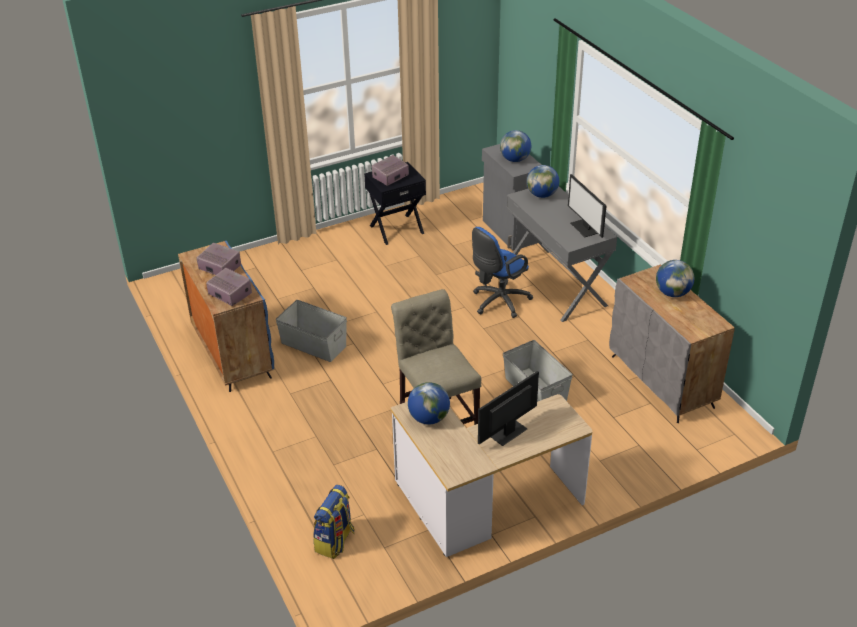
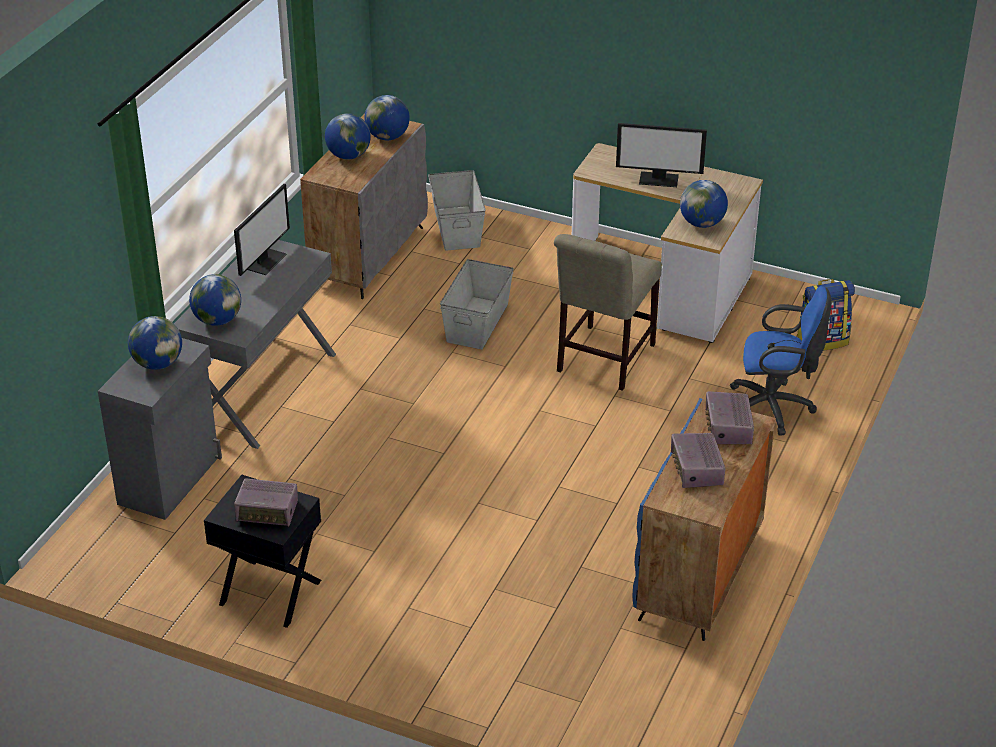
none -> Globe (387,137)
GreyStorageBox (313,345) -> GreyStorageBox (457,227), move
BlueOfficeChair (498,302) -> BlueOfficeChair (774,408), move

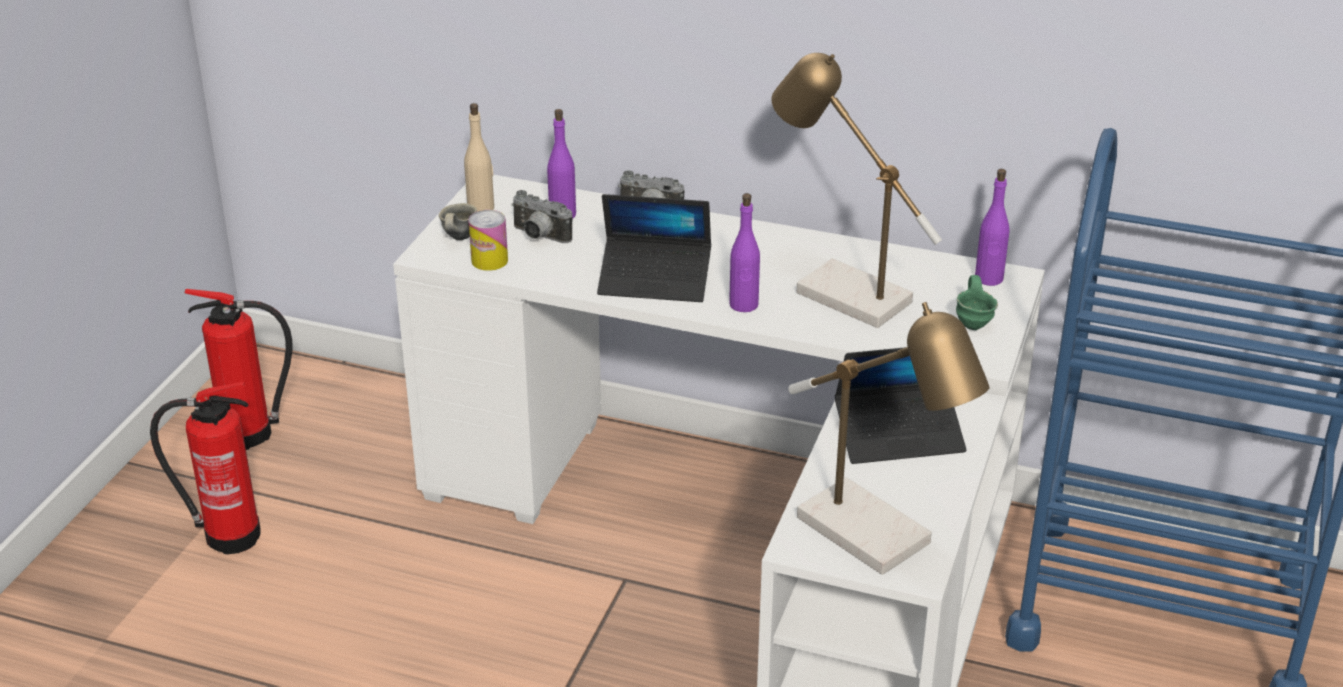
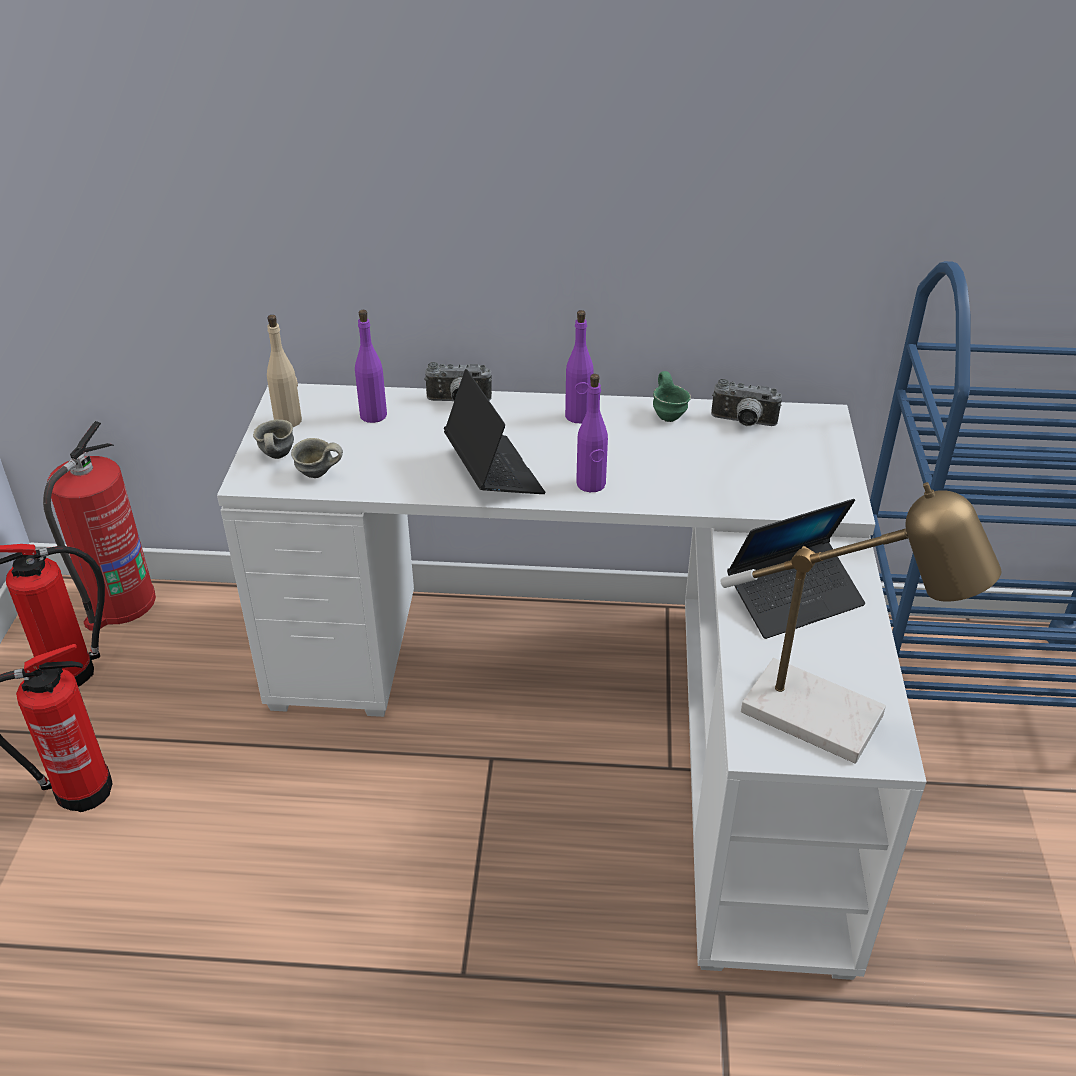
none -> FireExtinguisher (119,603)
Can (489,261) -> GreyMug (318,476)
Laptop (655,280) -> Laptop (493,472), 105 degrees counterclockwise
PurpleBottle (989,278) -> PurpleBottle (578,416), move
GreenMug (975,323) -> GreenMug (670,415), move
PhotoCamera (538,237) -> PhotoCamera (743,423), move
TableLamp (839,293) -> none

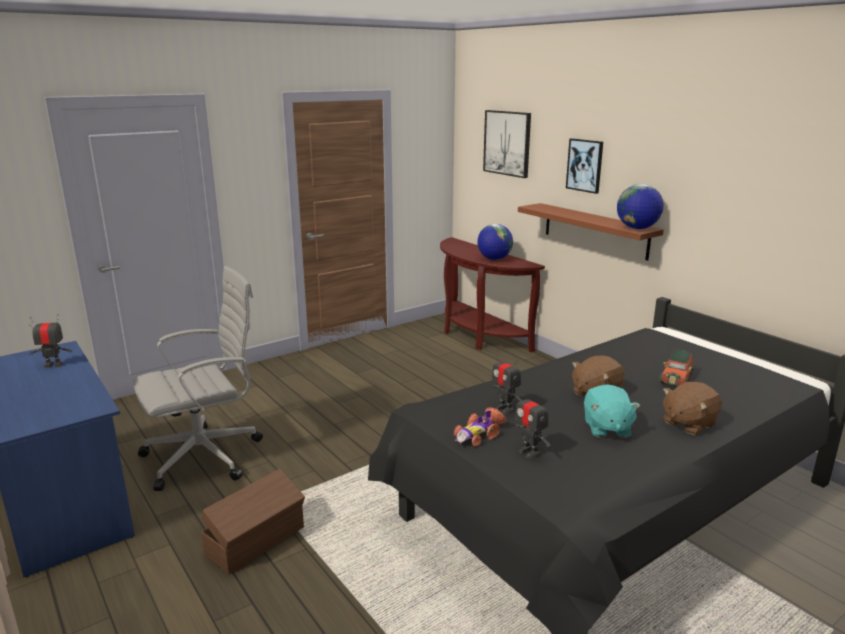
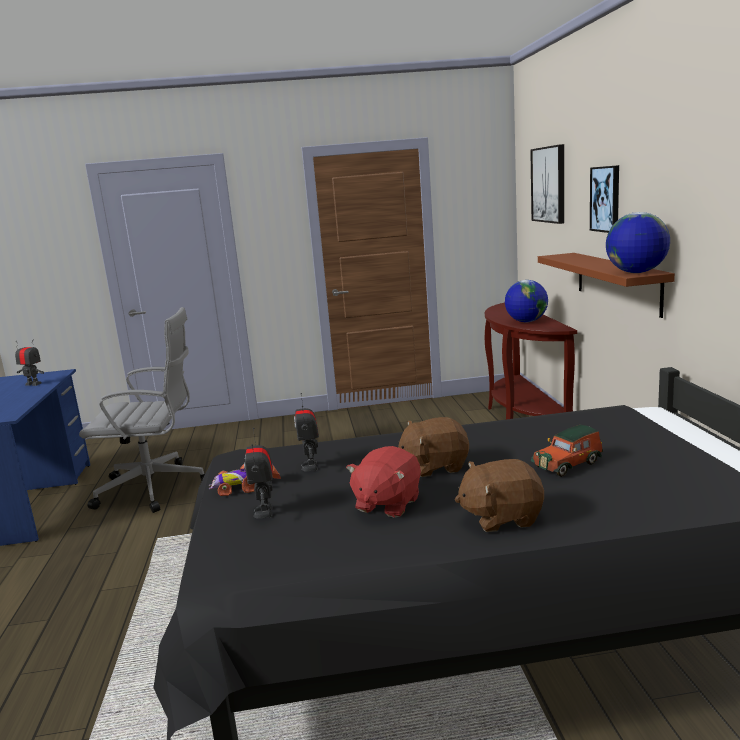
TurquoisePlushToy (606,428) -> RedPlushToy (387,504)
BrownStorageBox (257,541) -> none

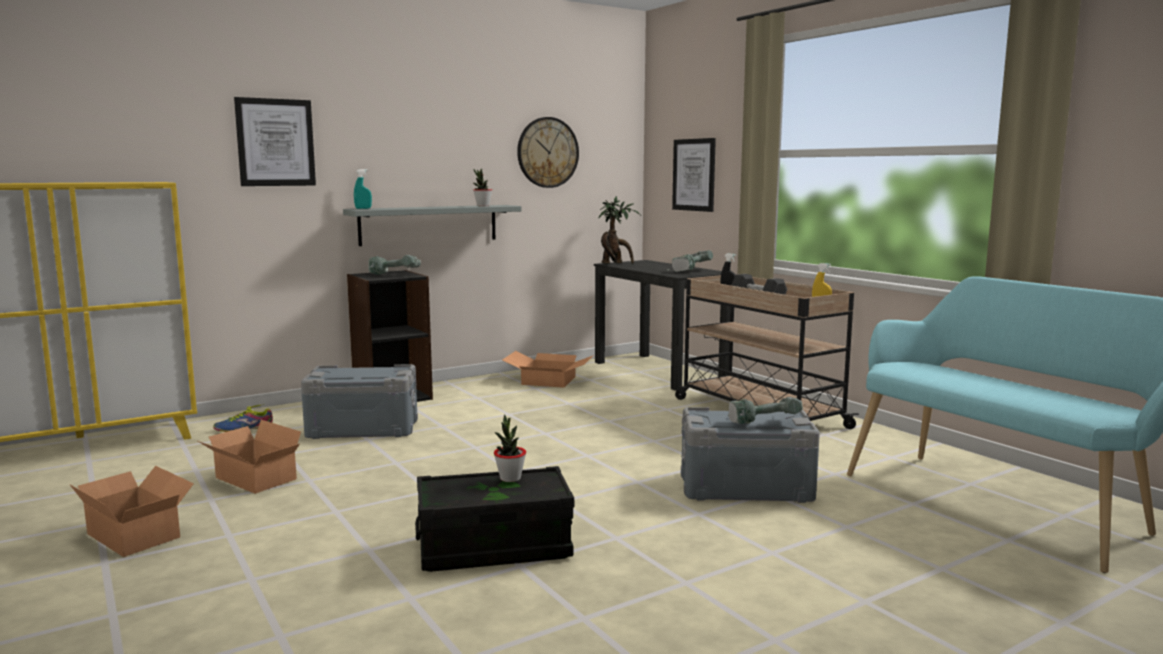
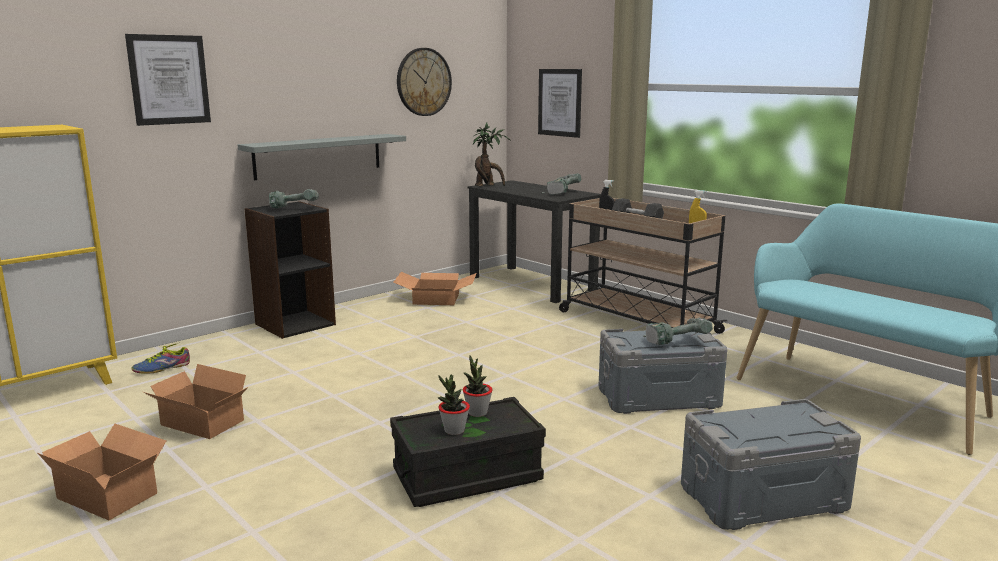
PottedPlant (483,206) -> PottedPlant (454,430), move
GreyStorageBox (363,429) -> GreyStorageBox (764,498), move
TurquoiseSprayBottle (363,208) -> none

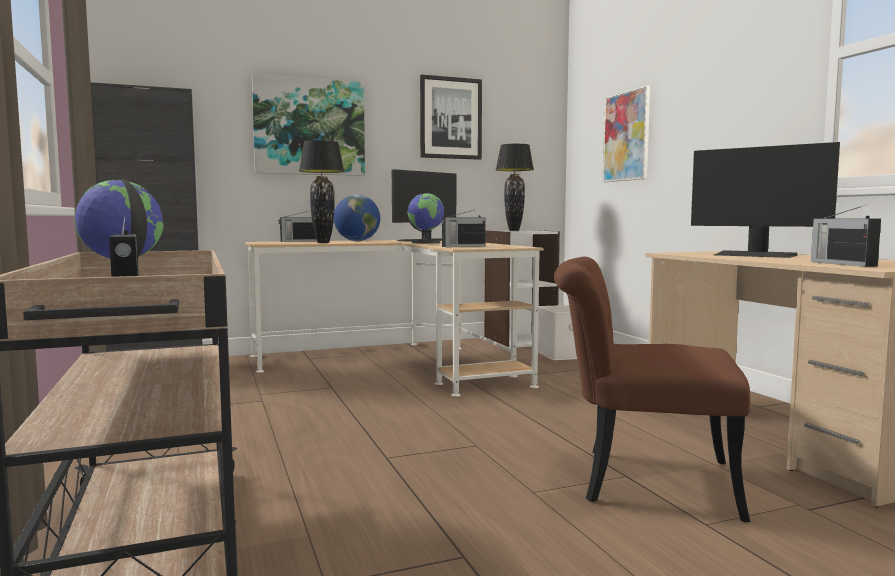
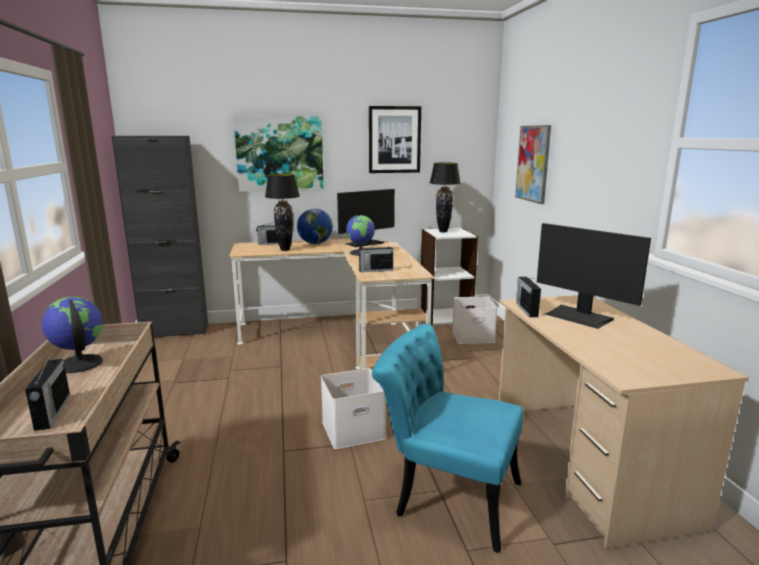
none -> WhiteStorageBox (354,429)
BrownChair (639,480) -> TurquoiseChair (446,495)
Radio (841,264) -> Radio (526,309), move

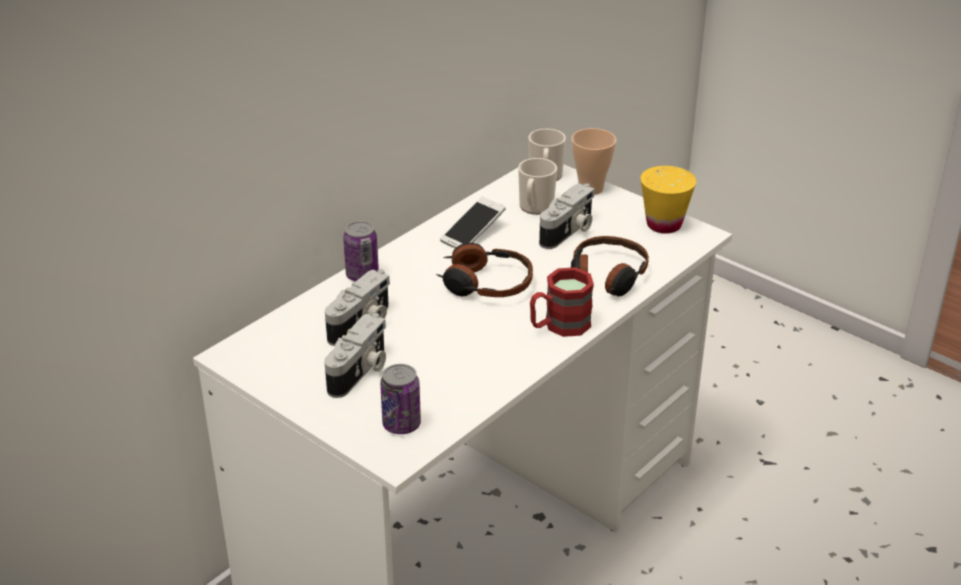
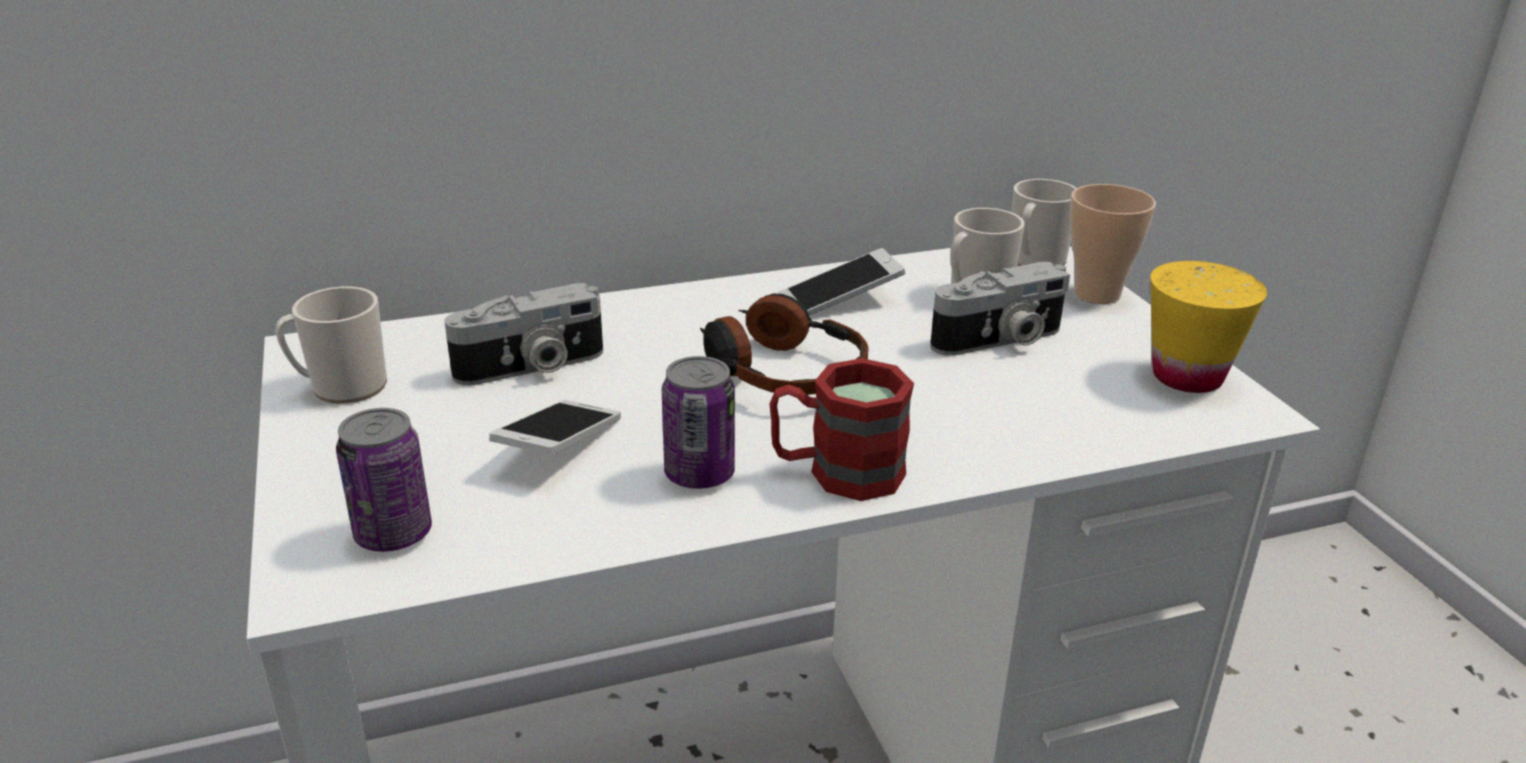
none -> Mug (341,387)
none -> Phone (559,446)
Can (362,275) -> Can (699,474), move
PhotoCamera (360,372) -> none
Headphones (606,277) -> none

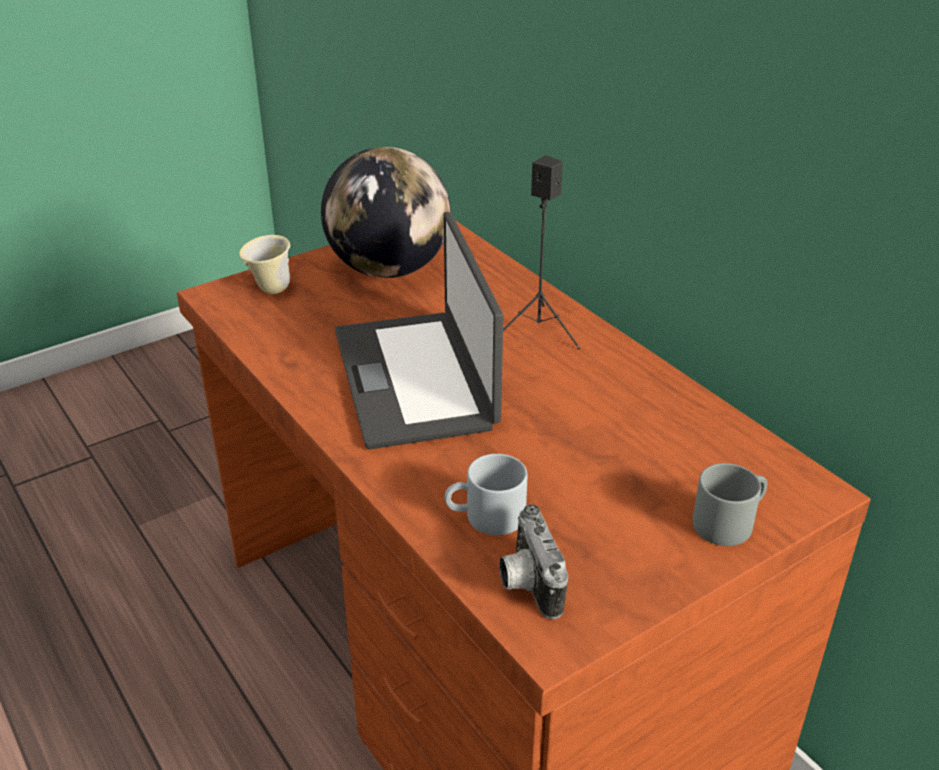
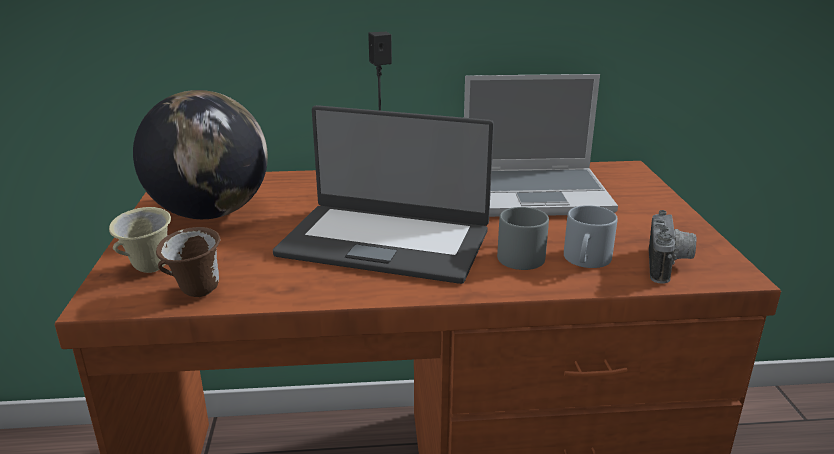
none -> BrownMug (196,294)
none -> Laptop (535,194)
GreyMug (729,521) -> GreyMug (518,254), move
PhotoCamera (526,583) -> PhotoCamera (669,266), 90 degrees counterclockwise

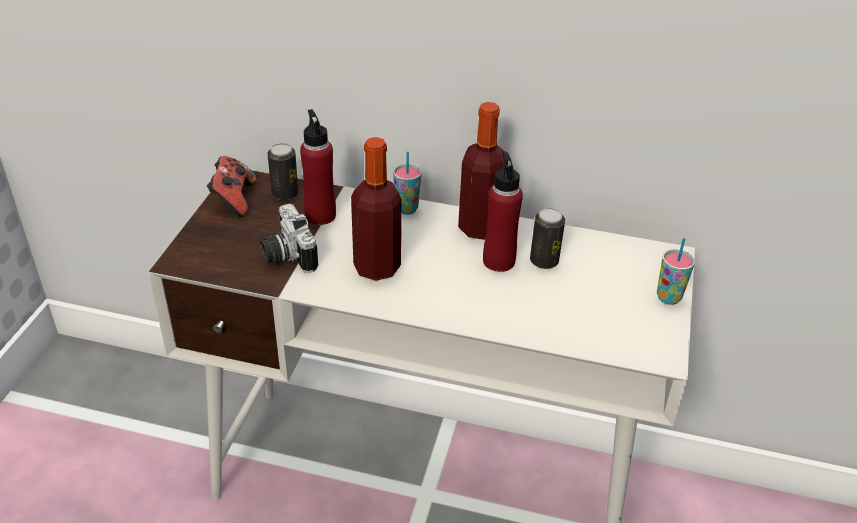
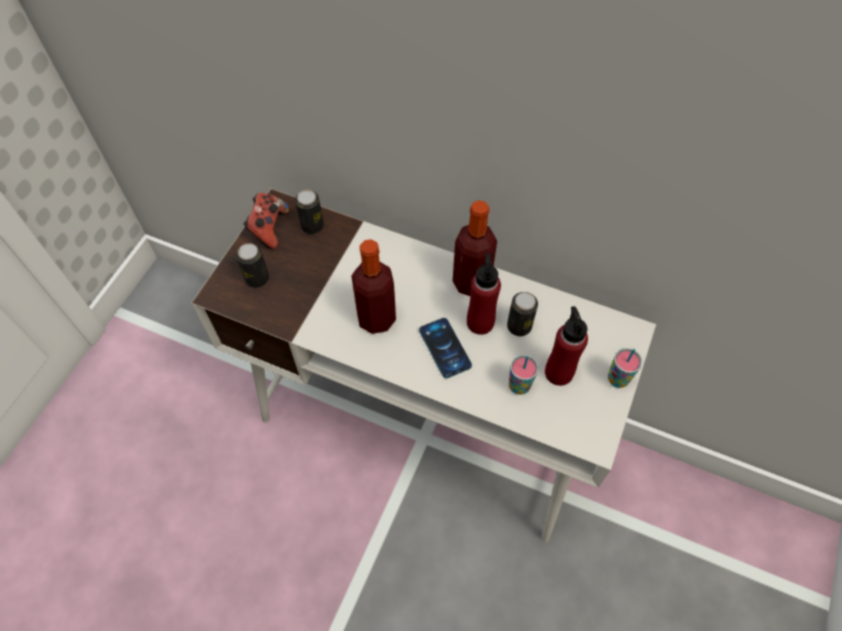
none -> Can (257,278)
none -> Phone (445,348)
Cup (406,209) -> Cup (519,386), move
RedBottle (320,215) -> RedBottle (559,372), move
PhotoCamera (286,255) -> none

